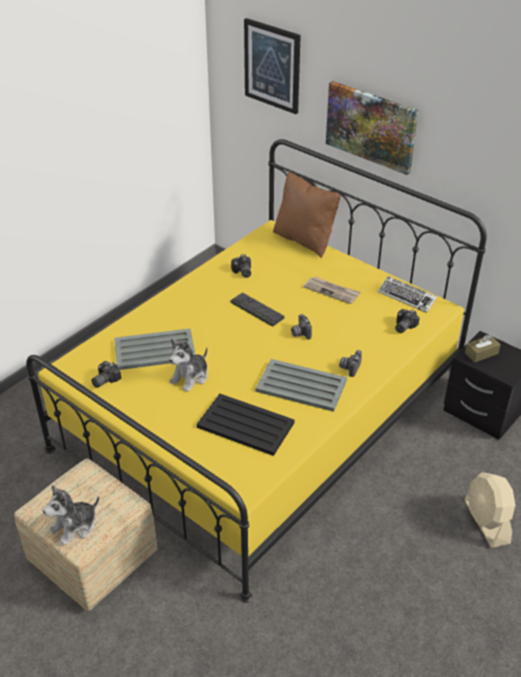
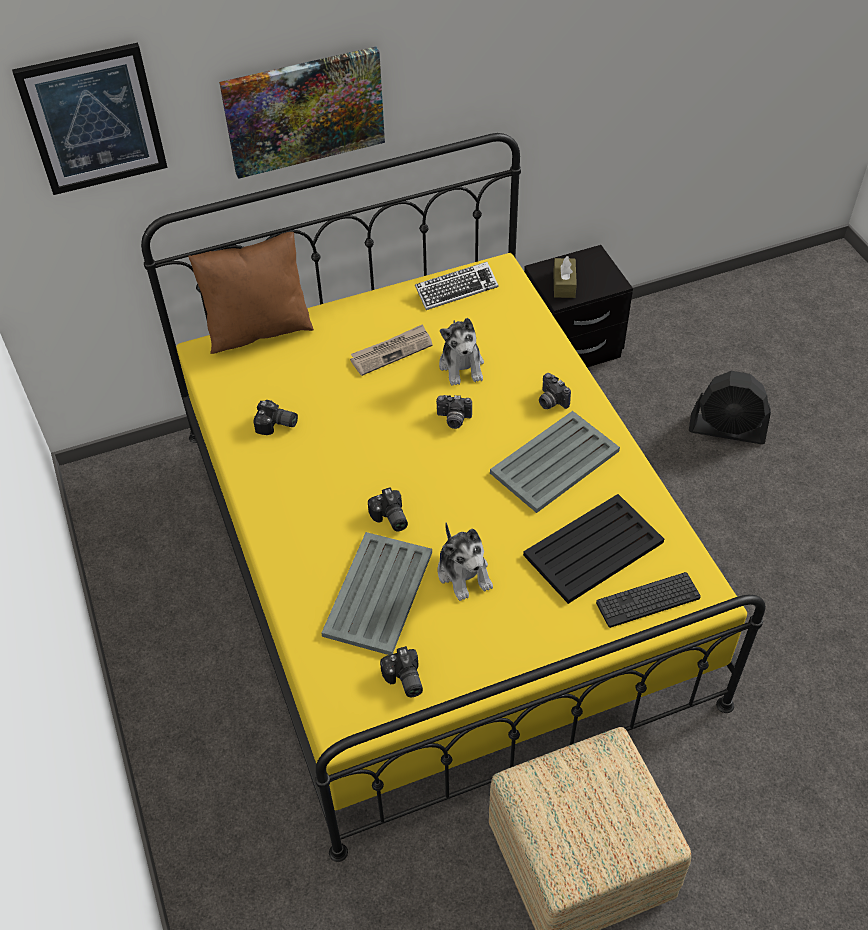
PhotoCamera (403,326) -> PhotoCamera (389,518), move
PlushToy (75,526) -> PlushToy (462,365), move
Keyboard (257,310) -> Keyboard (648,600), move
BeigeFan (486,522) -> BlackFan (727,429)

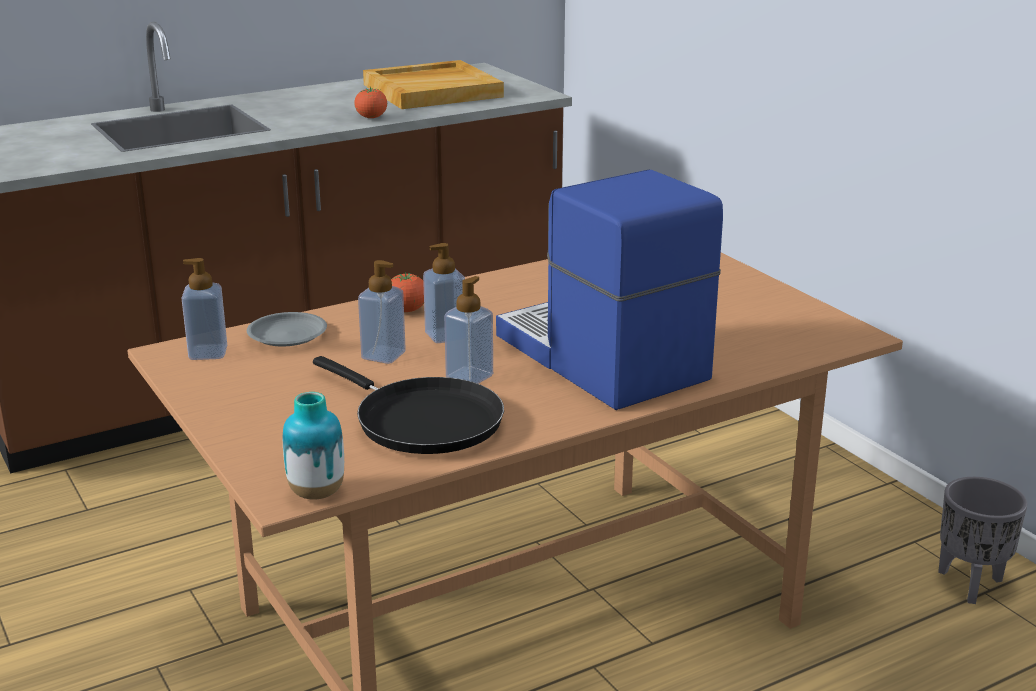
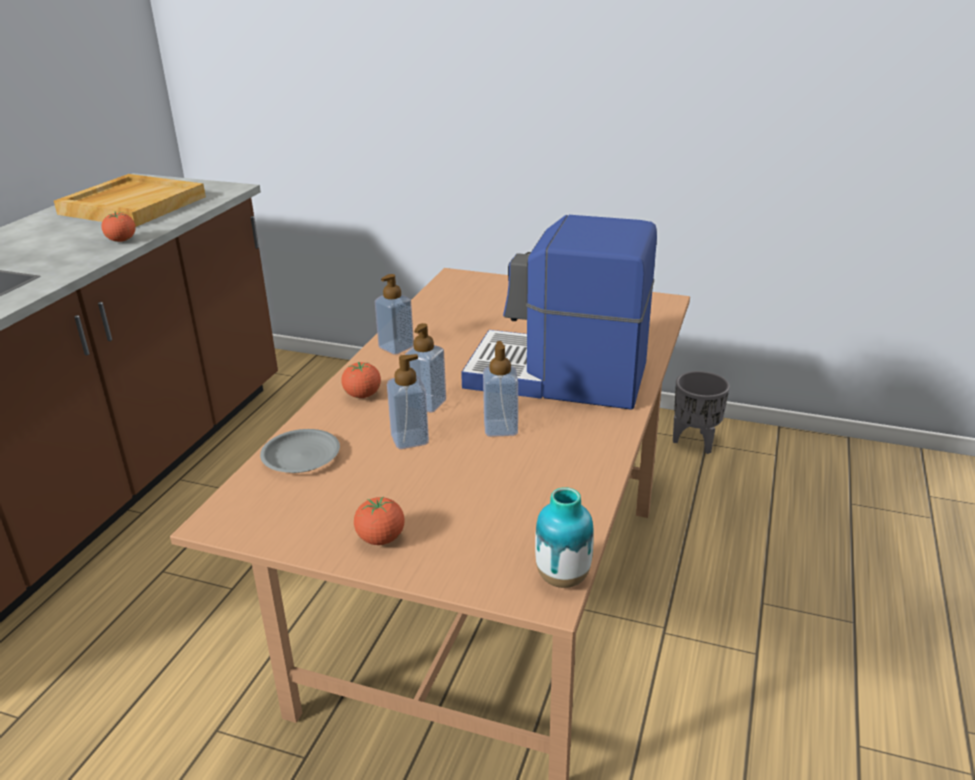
none -> Tomato (381,539)
SoapDispenser (208,353) -> SoapDispenser (396,347), move
BlackFryingPan (422,421) -> none

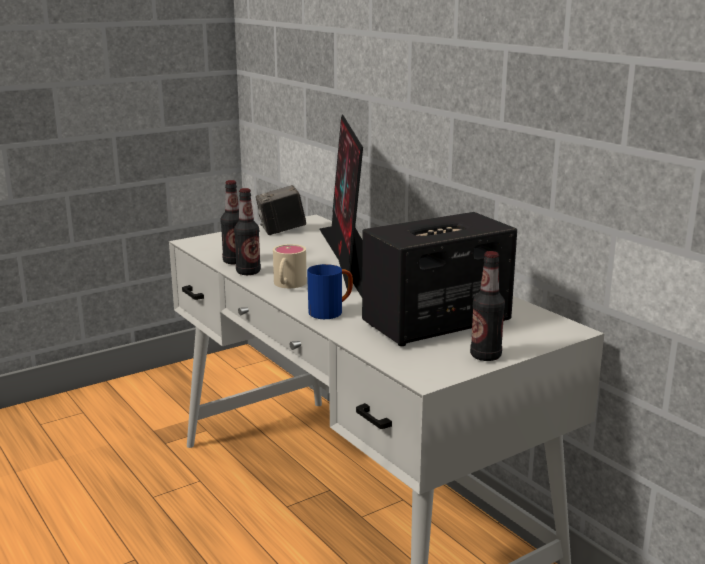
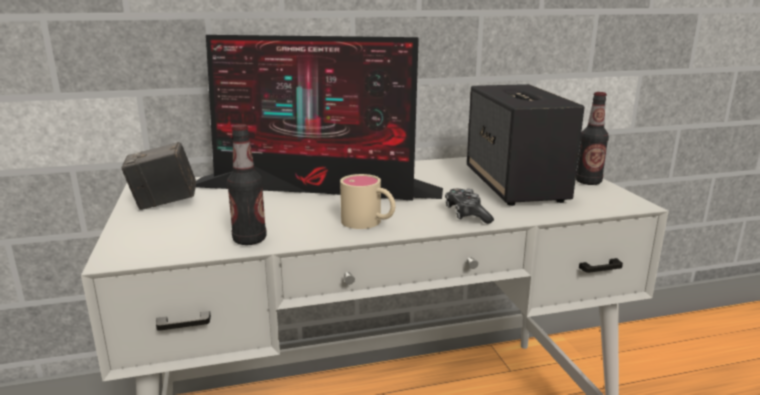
PhotoCamera (281,231) -> PhotoCamera (164,203), 75 degrees clockwise
BlueMug (331,312) -> GameController (466,215)
Bottle (248,272) -> none

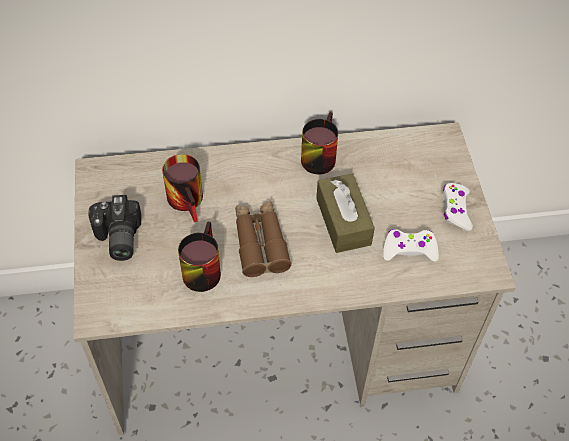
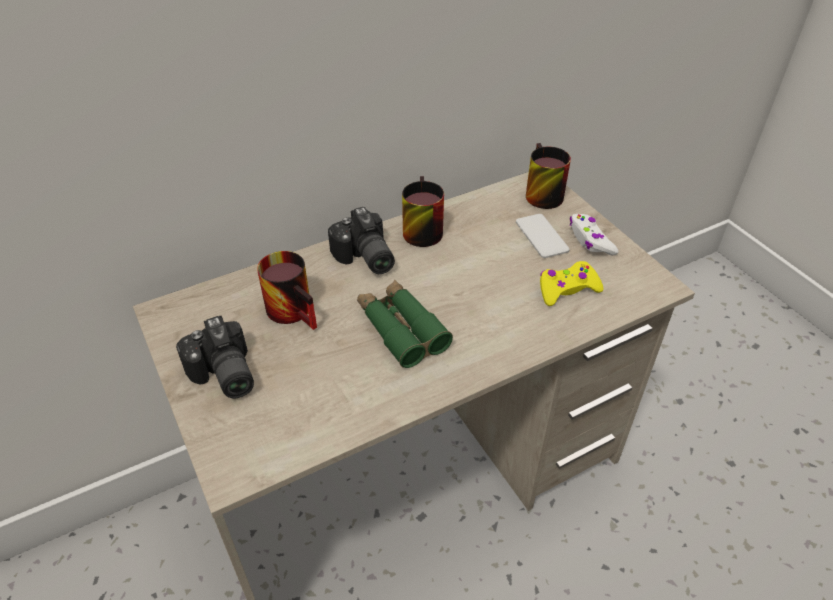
none -> PhotoCamera (364,259)
BrownBinoculars (260,243) -> GreenBinoculars (401,329)
none -> Phone (541,236)
Mug (200,268) -> Mug (538,193), move
WhiteGameController (409,250) -> YellowGameController (567,289)
BrownTissueBox (343,221) -> none

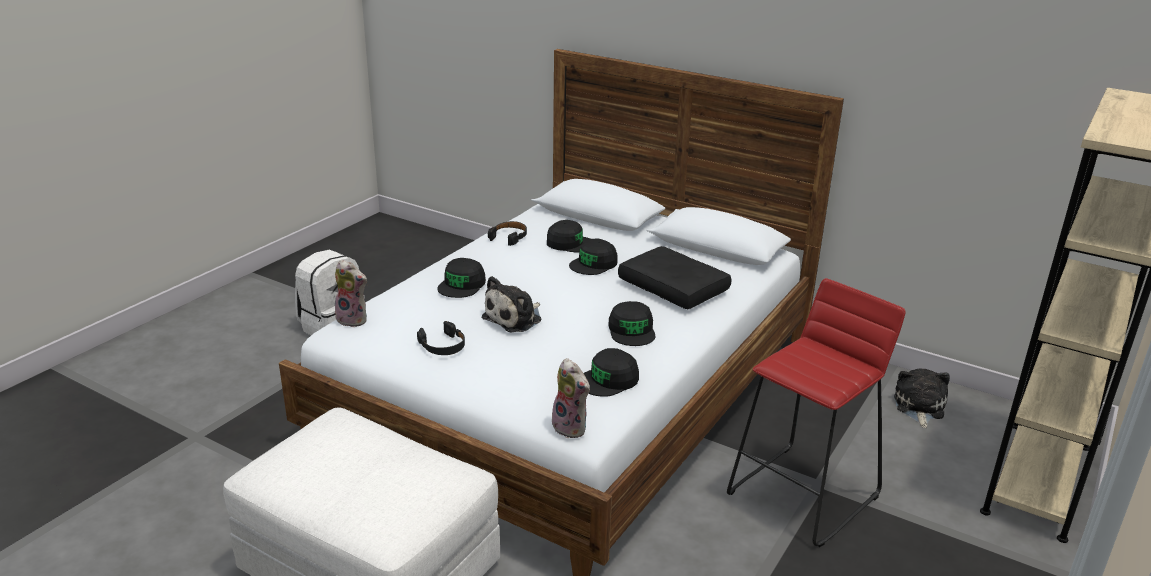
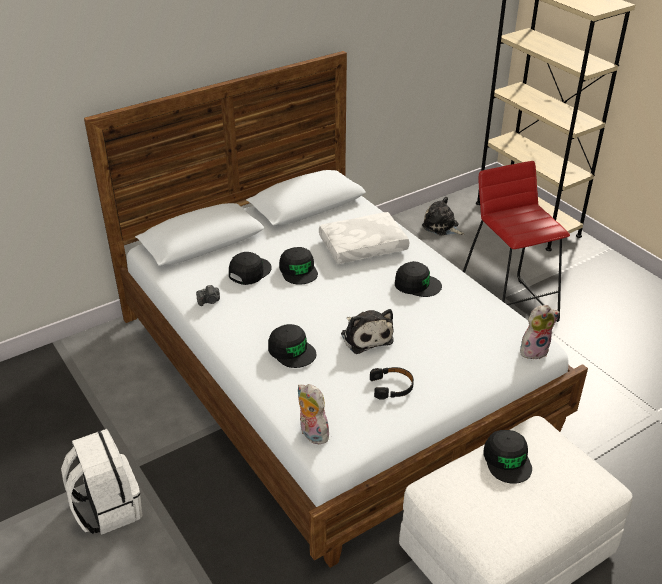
BlackHeadphones (509,237) -> PhotoCamera (209,301)
PlushToy (354,319) -> PlushToy (311,434), 90 degrees counterclockwise
BlackPillow (671,288) -> WhitePillow (363,247)
BlackCap (608,380) -> BlackCap (507,460), move

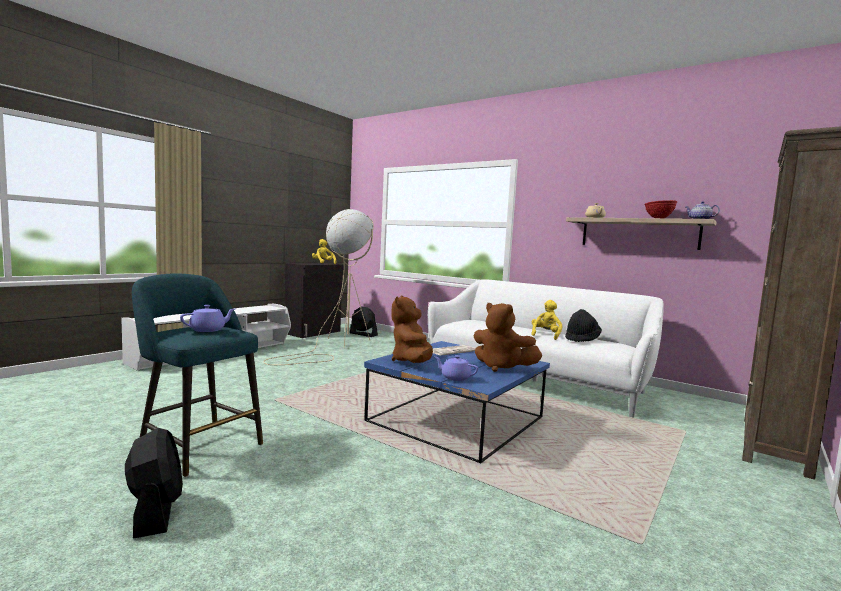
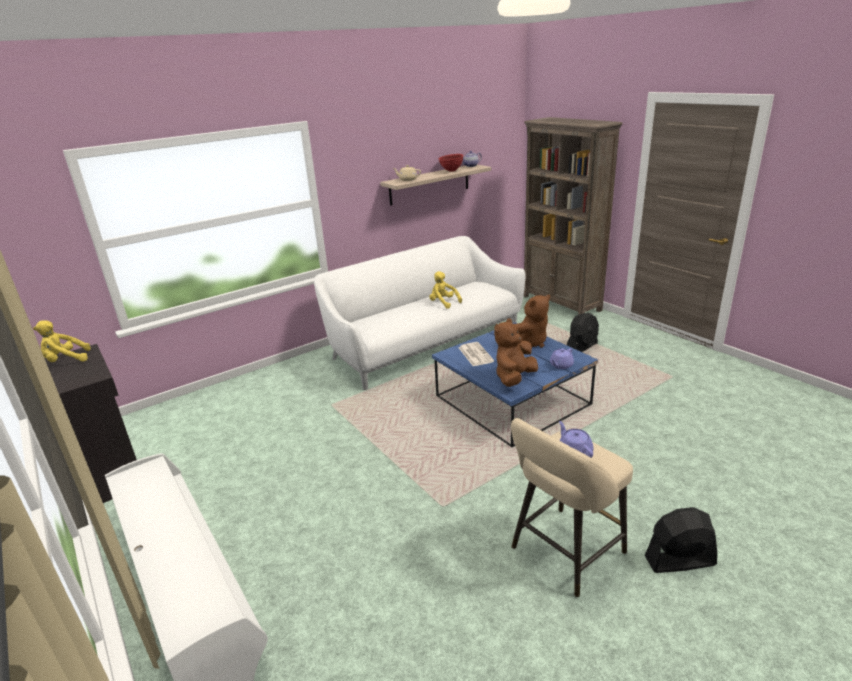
BrownPlushToy (412,362) -> BrownPlushToy (514,378), 105 degrees clockwise
TurquoiseStool (198,446) -> BeigeStool (563,553)
BlackFan (363,334) -> BlackFan (582,347), move
BeigeFloorLamp (335,346) -> none
BlackHat (582,339) -> none

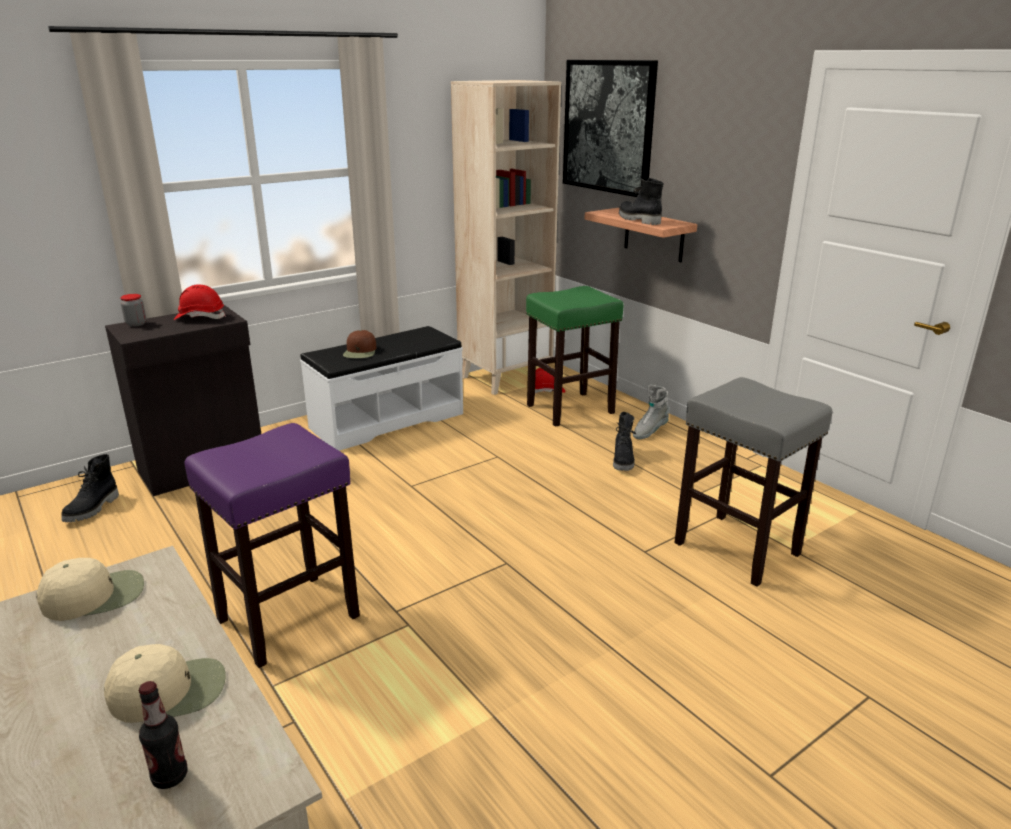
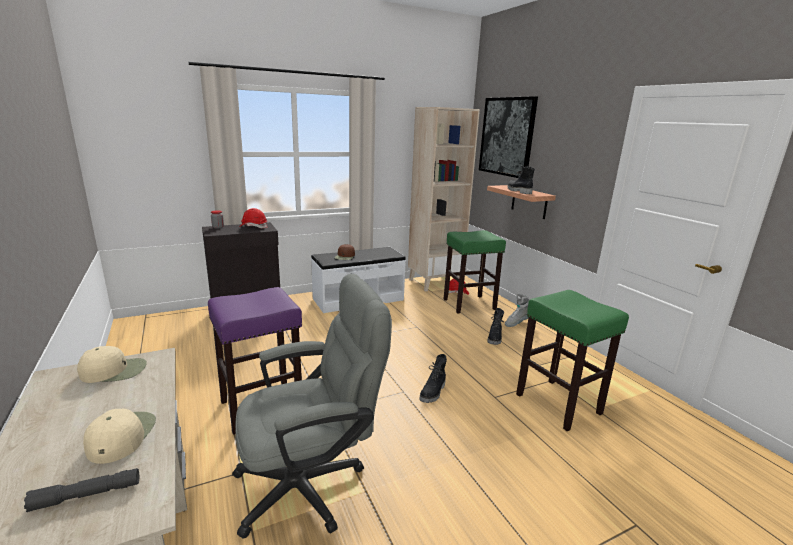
Bottle (170,777) -> GreyFlashlight (87,495)
BeigeCap (170,690) -> BeigeCap (121,436), 90 degrees counterclockwise
none -> GreyOfficeChair (311,483)
BlackBoot (93,509) -> BlackBoot (433,393), move
GreyStool (738,549) -> GreenStool (559,404)

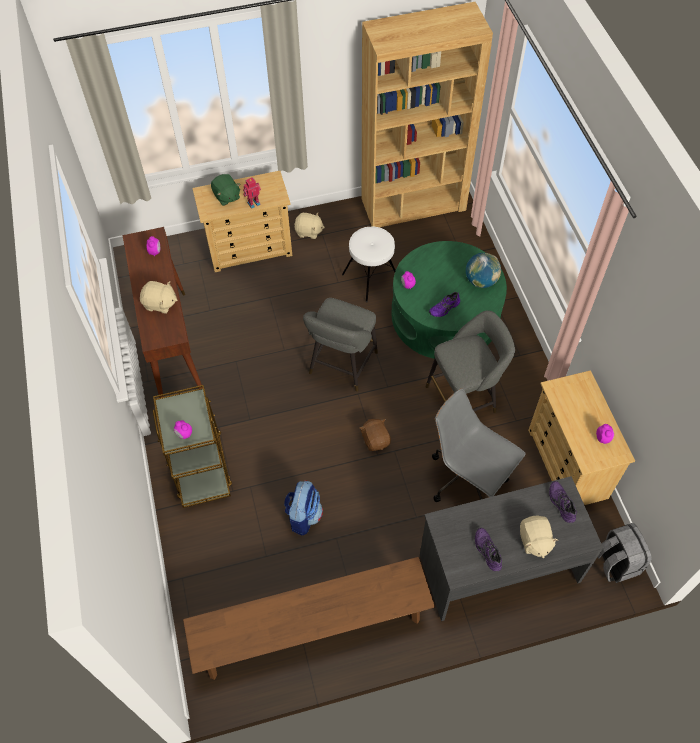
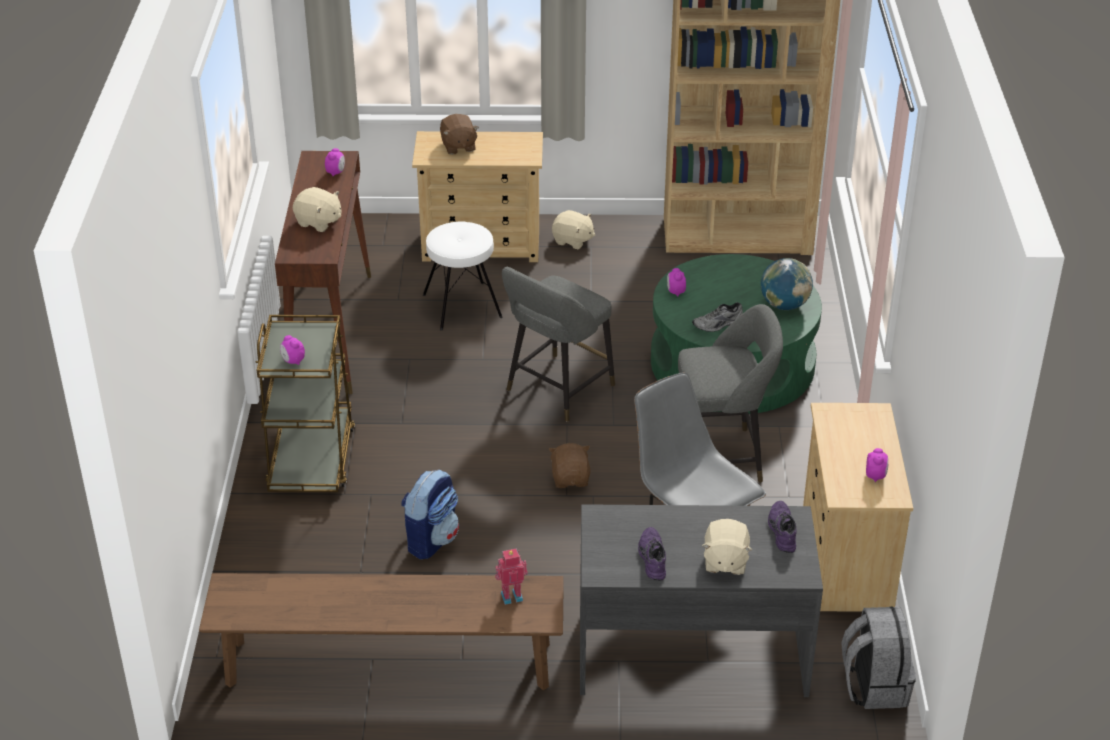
WhiteStool (370,278) -> WhiteStool (461,306), move
GreenPlushToy (226,197) -> BrownPlushToy (458,146)
ToyRobot (253,203) -> ToyRobot (511,595), move
PurpleShoe (445,308) -> GreyShoe (718,325)

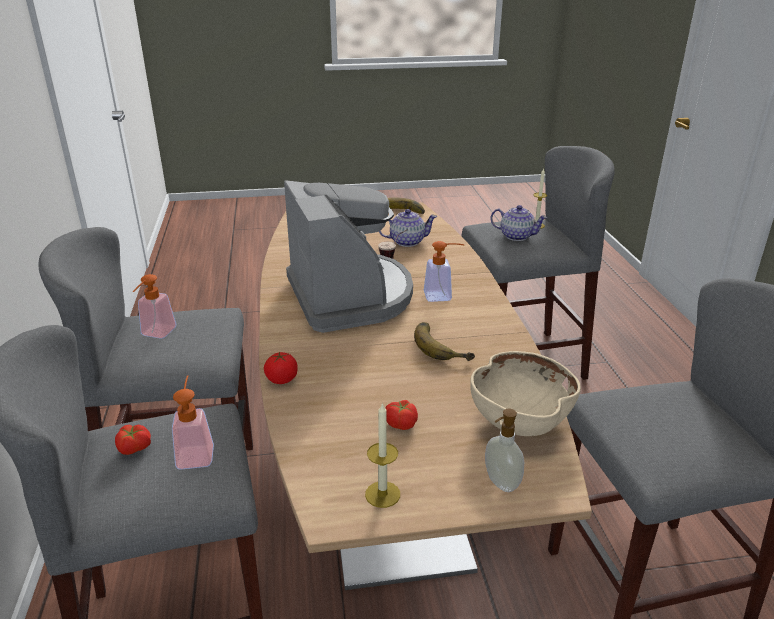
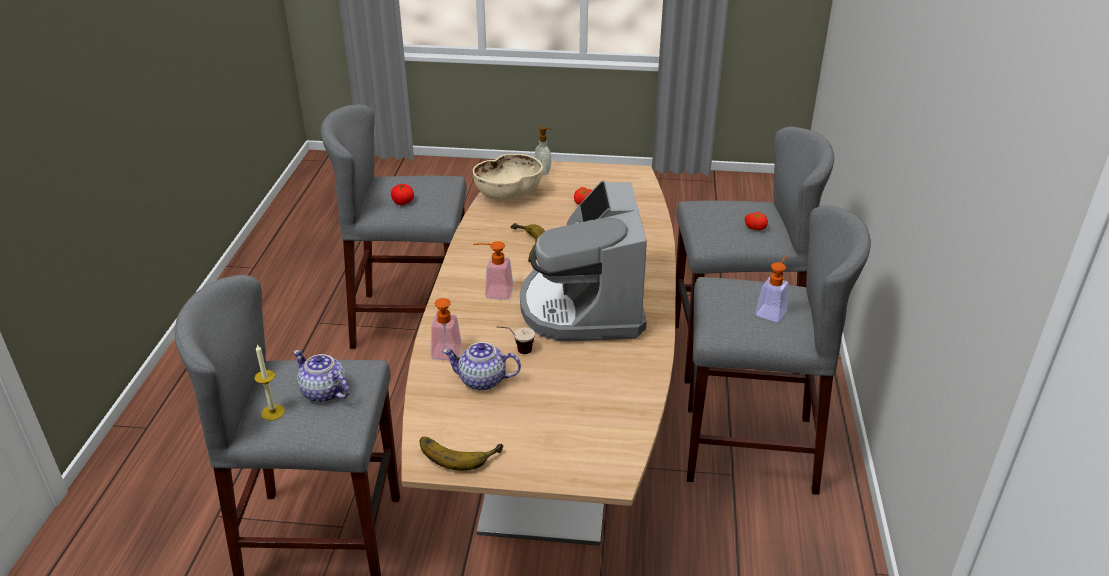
Tomato (282,379) -> Tomato (403,202), move
SoapDispenser (196,452) -> SoapDispenser (445,356), move
Candle (382,494) -> none

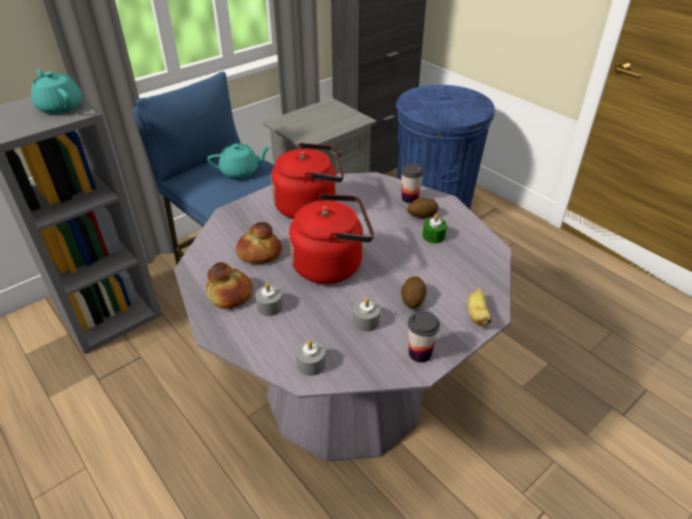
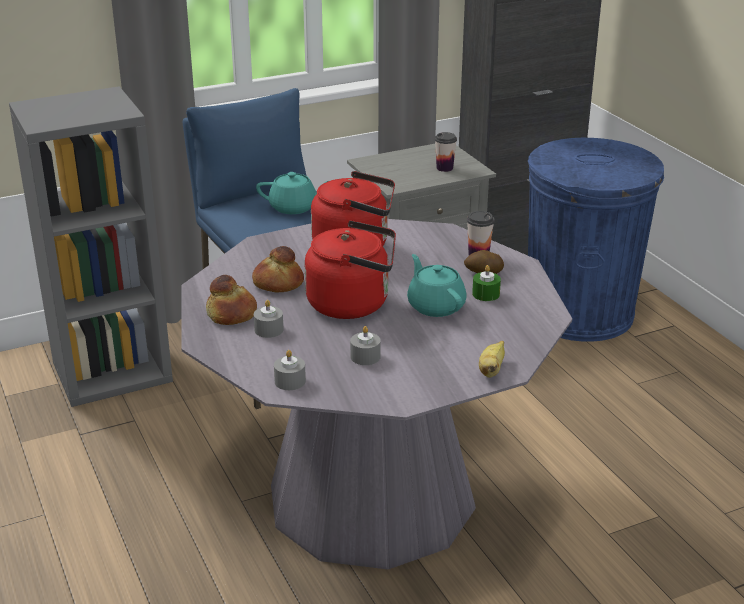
TurquoiseTeapot (60,107) -> TurquoiseTeapot (435,306), move
Cup (420,353) -> Cup (444,168), move
Potato (412,299) -> none

